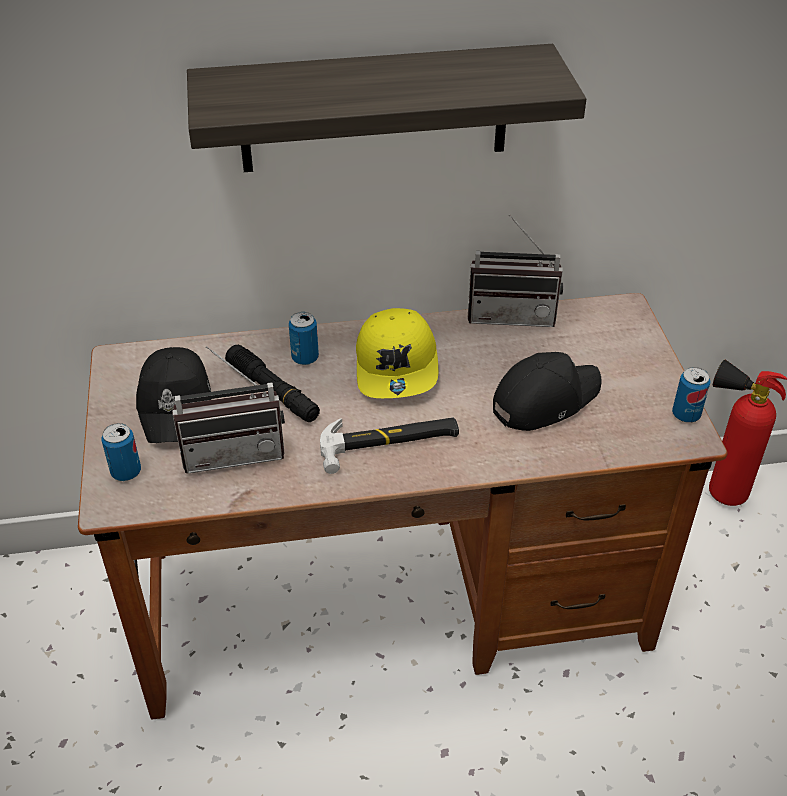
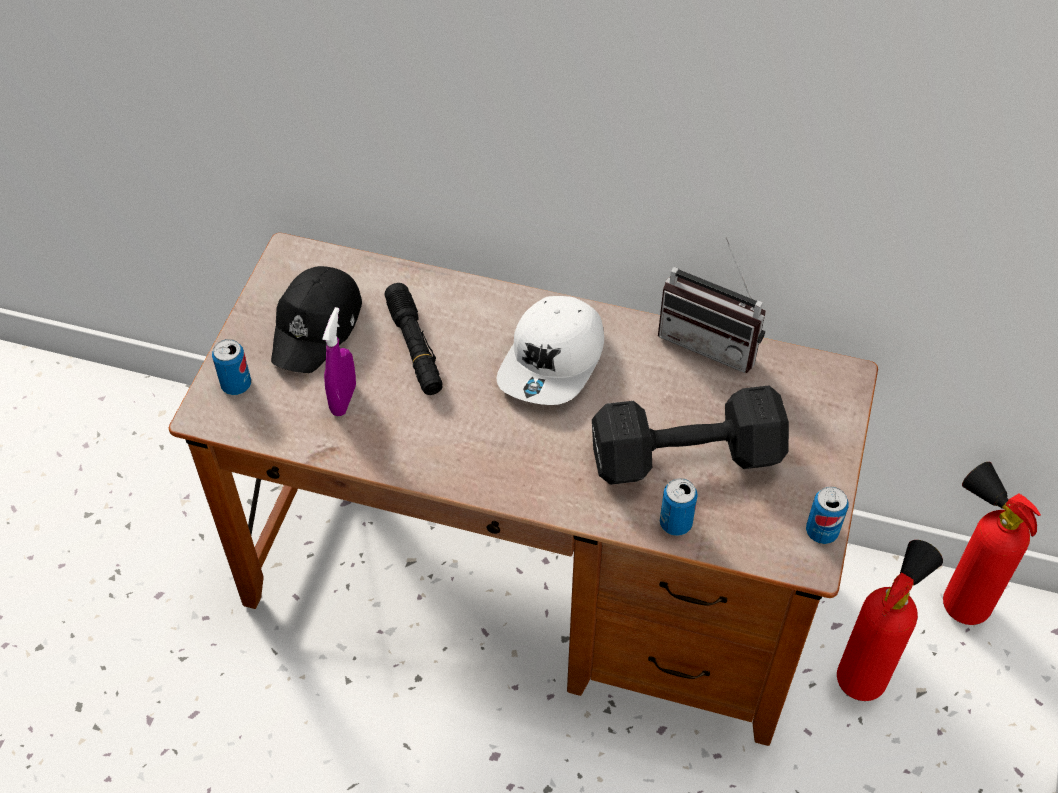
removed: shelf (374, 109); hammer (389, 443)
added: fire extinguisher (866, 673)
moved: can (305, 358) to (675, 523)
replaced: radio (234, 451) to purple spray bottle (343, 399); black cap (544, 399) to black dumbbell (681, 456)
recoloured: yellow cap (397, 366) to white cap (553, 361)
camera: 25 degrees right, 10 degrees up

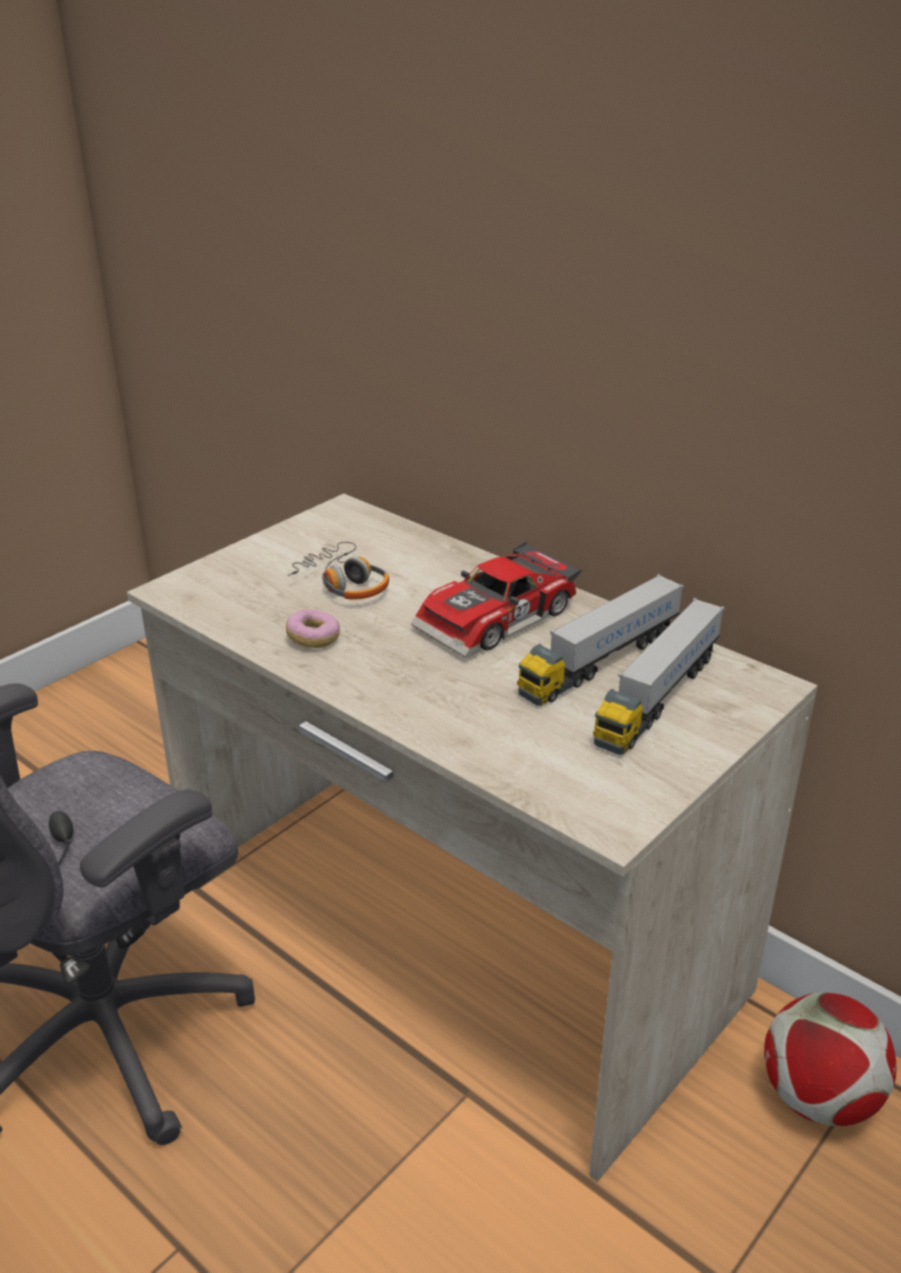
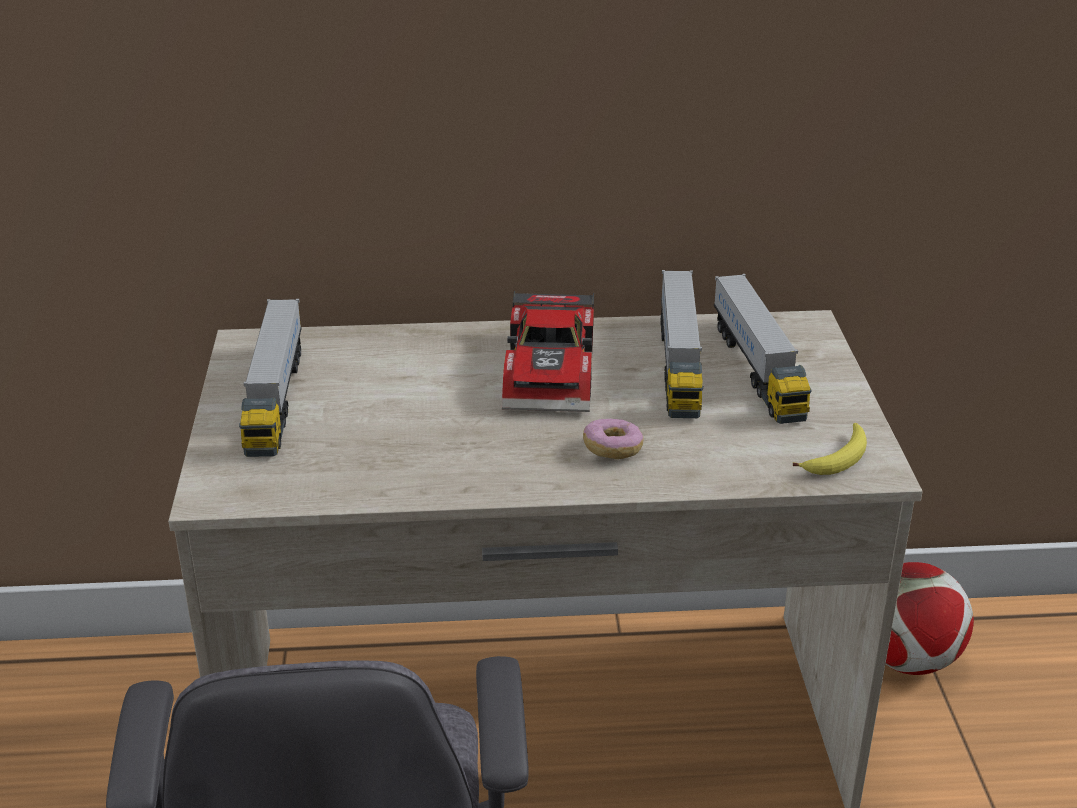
removed: headphones (344, 583)
added: toy truck (275, 398); banana (837, 459)
moved: donut (313, 639) to (612, 450)
camera: 45 degrees left, 0 degrees up

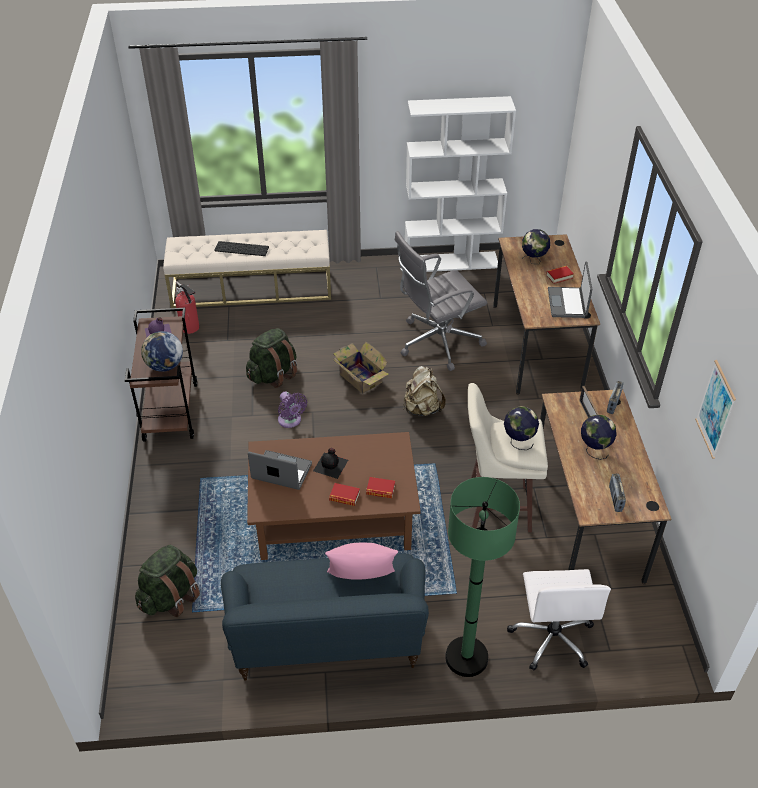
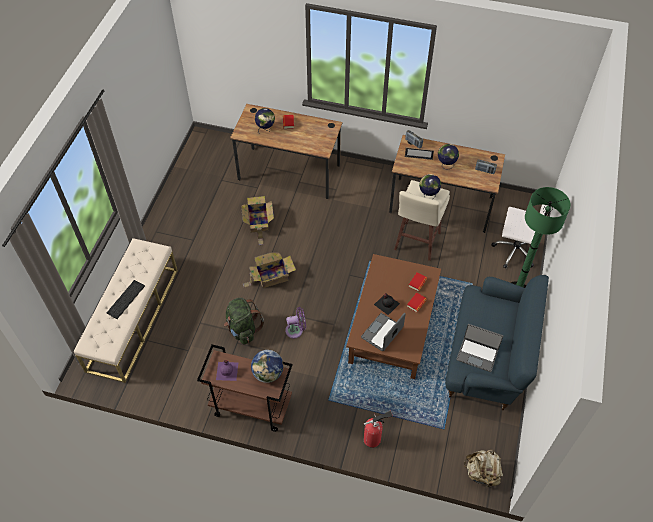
removed: white bookcase (451, 262); picture (715, 409); pink pillow (361, 581); green backpack (170, 597)
moved: laptop (568, 303) to (477, 354); fire extinguisher (191, 328) to (374, 438); beige backpack (422, 408) to (482, 473)
replaced: grey office chair (437, 342) to cardboard box (258, 222)
camera: 70 degrees left, 10 degrees up

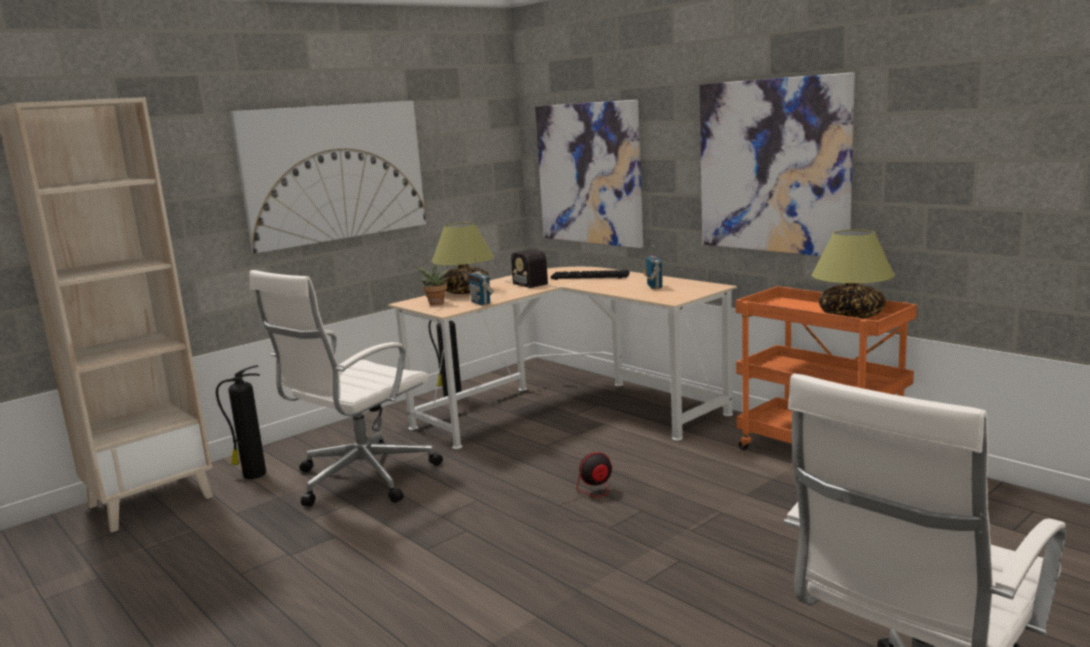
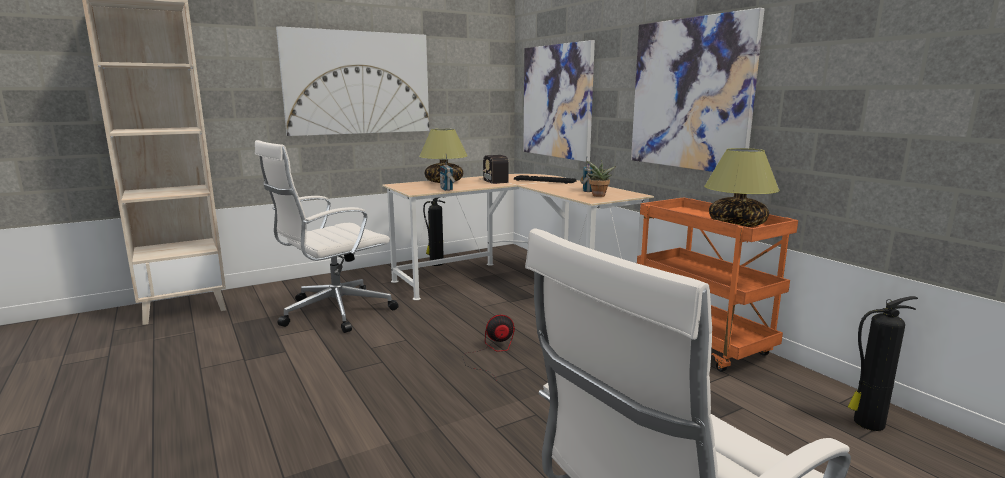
moved: potted plant (436, 304) to (598, 196); fire extinguisher (253, 475) to (867, 423)
camera: 10 degrees right, 0 degrees up

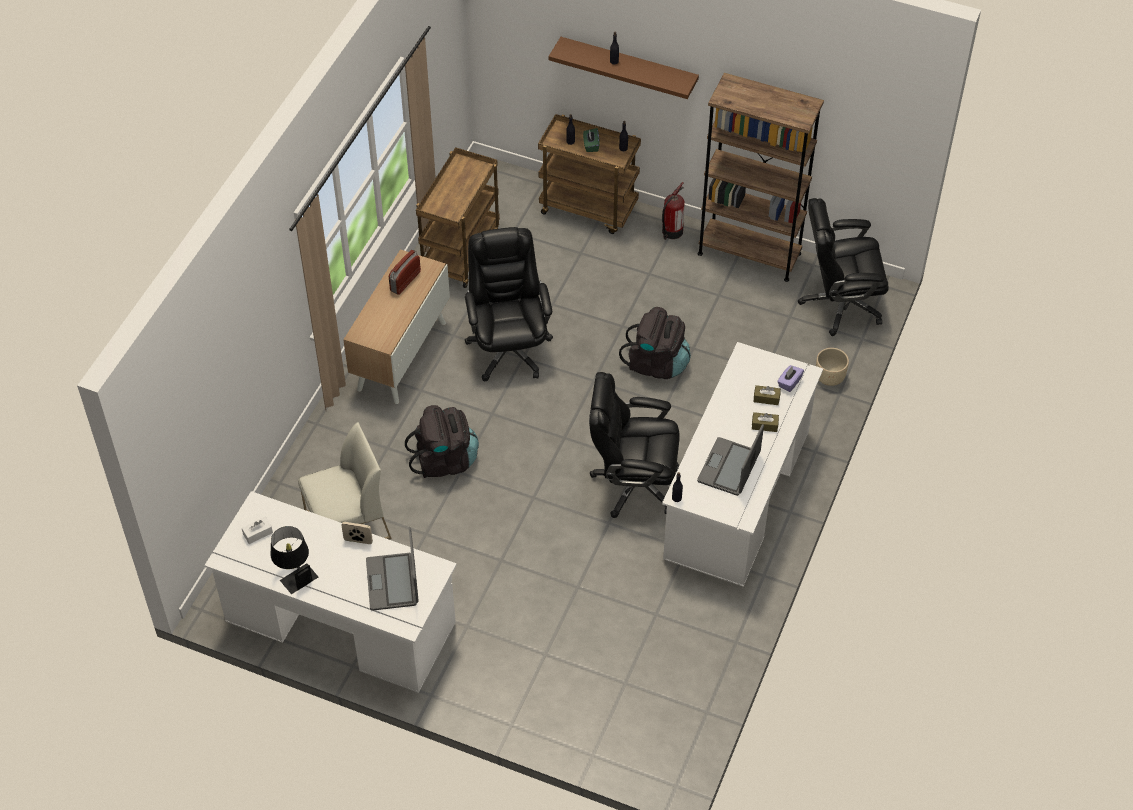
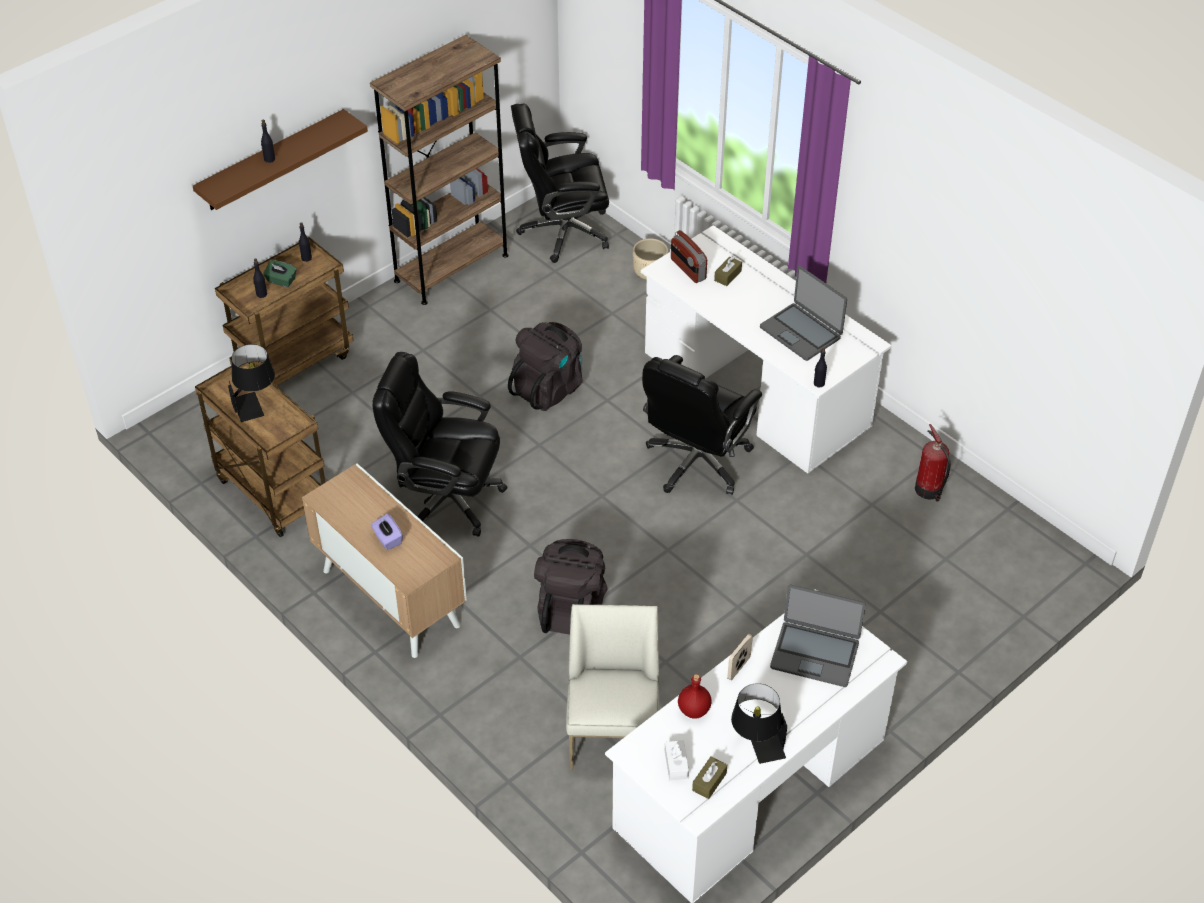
added: black table lamp (256, 404); red bottle (694, 710)
moved: fire extinguisher (671, 232) to (929, 490); radio (405, 281) to (687, 269); purple tissue box (789, 383) to (387, 539); brown tissue box (764, 425) to (709, 782)
turned: black office chair (839, 304) = (563, 232) 60 degrees clockwise
camera: 65 degrees left, 5 degrees down

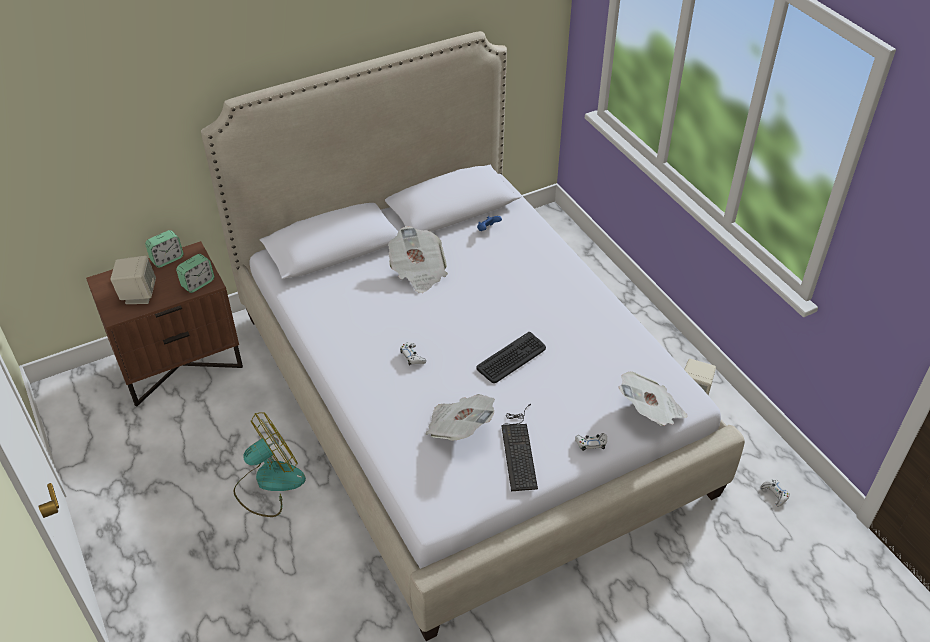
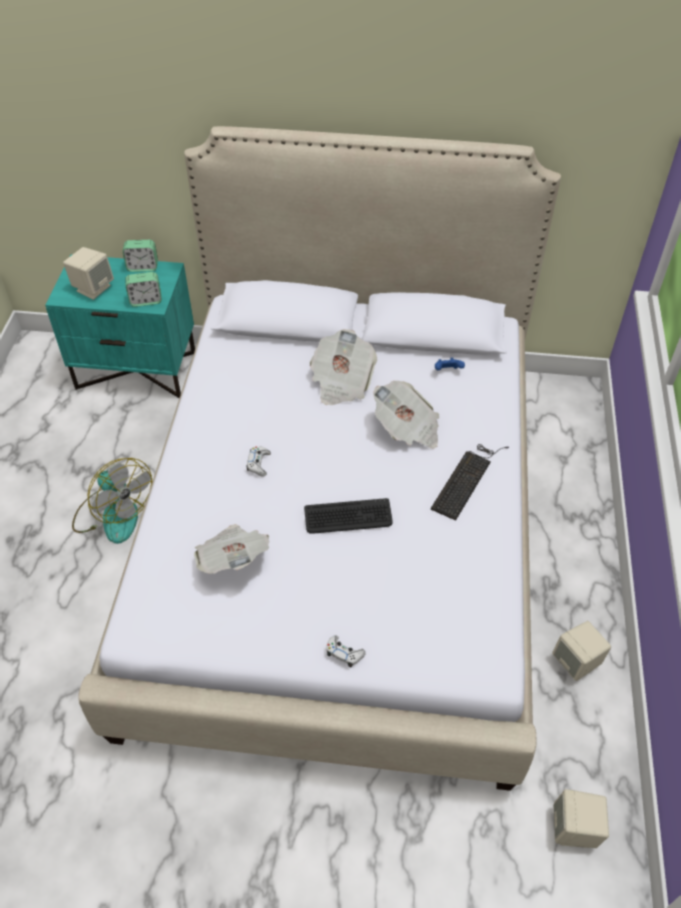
moved: newspaper (650, 412) to (407, 428); keyboard (519, 448) to (467, 478)
replaced: white game controller (774, 494) to beige speaker (574, 829)
recoloured: brown nightstand (180, 363) to turquoise nightstand (137, 369)
turned: fan (269, 483) = (113, 514) 45 degrees clockwise
camera: 35 degrees right, 5 degrees up

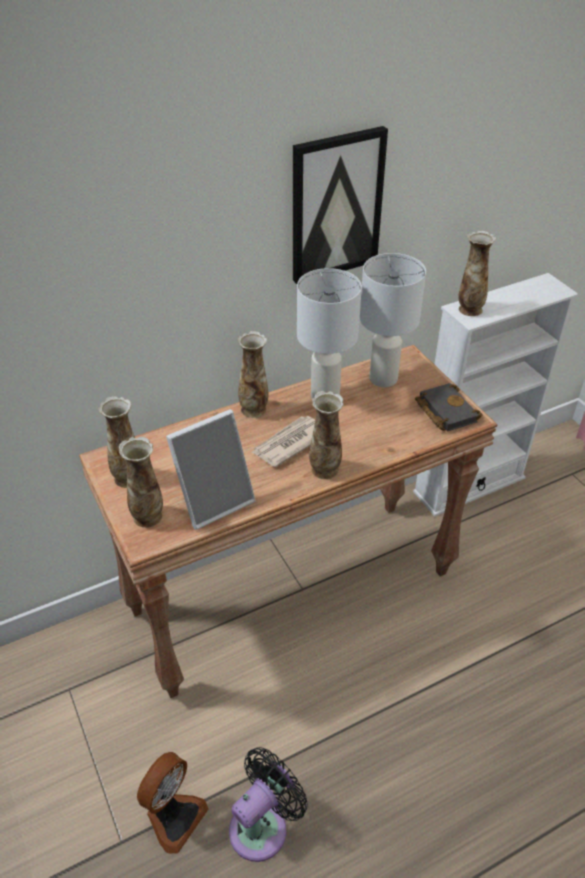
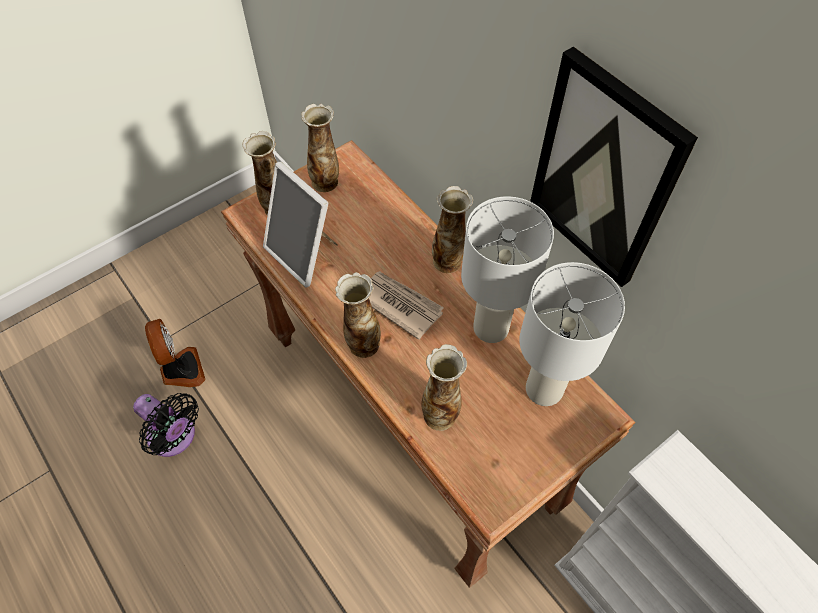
removed: black book (444, 411)
moved: vase (469, 309) to (440, 414)
turned: fan (173, 817) = (181, 370) 135 degrees counterclockwise
camera: 80 degrees right, 15 degrees up

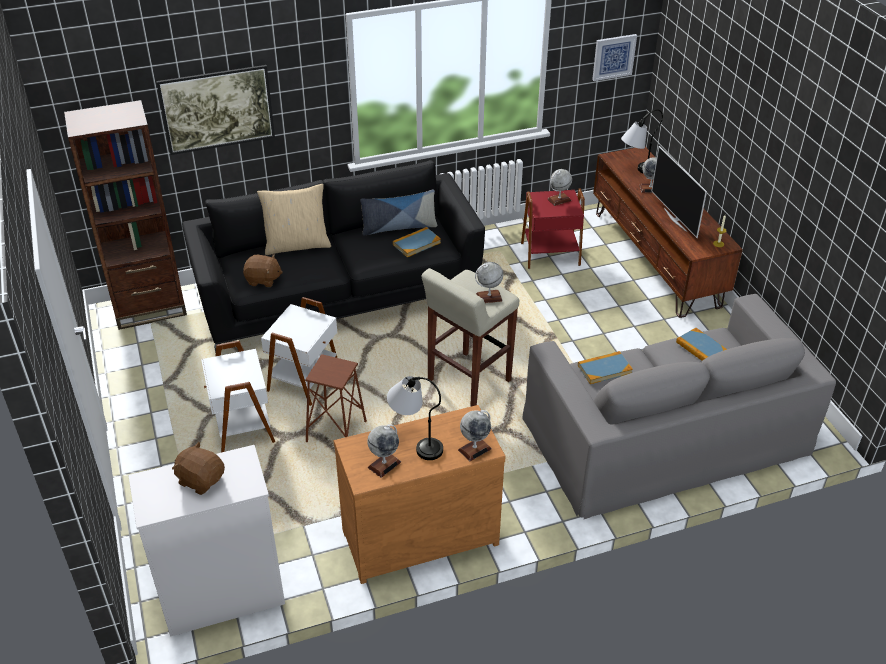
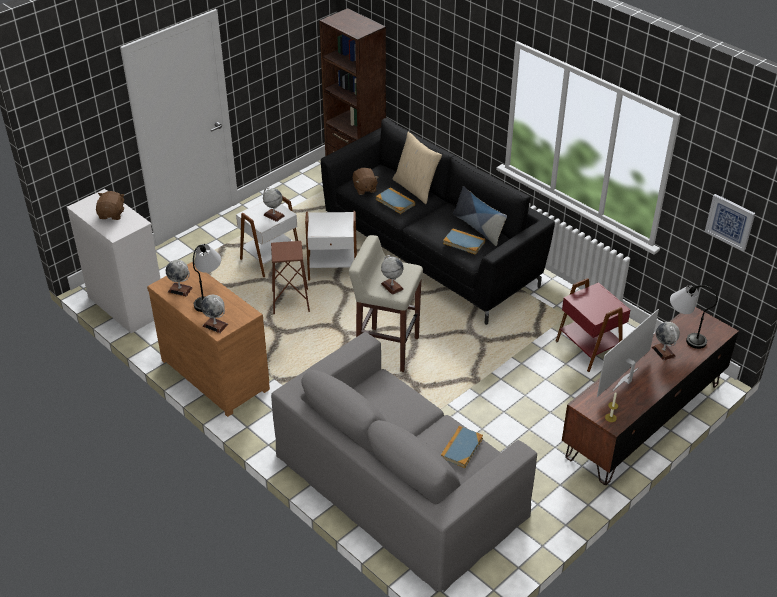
removed: picture (220, 127)
moved: globe (559, 200) to (274, 215); book (604, 369) to (395, 202)
camera: 65 degrees right, 0 degrees up

